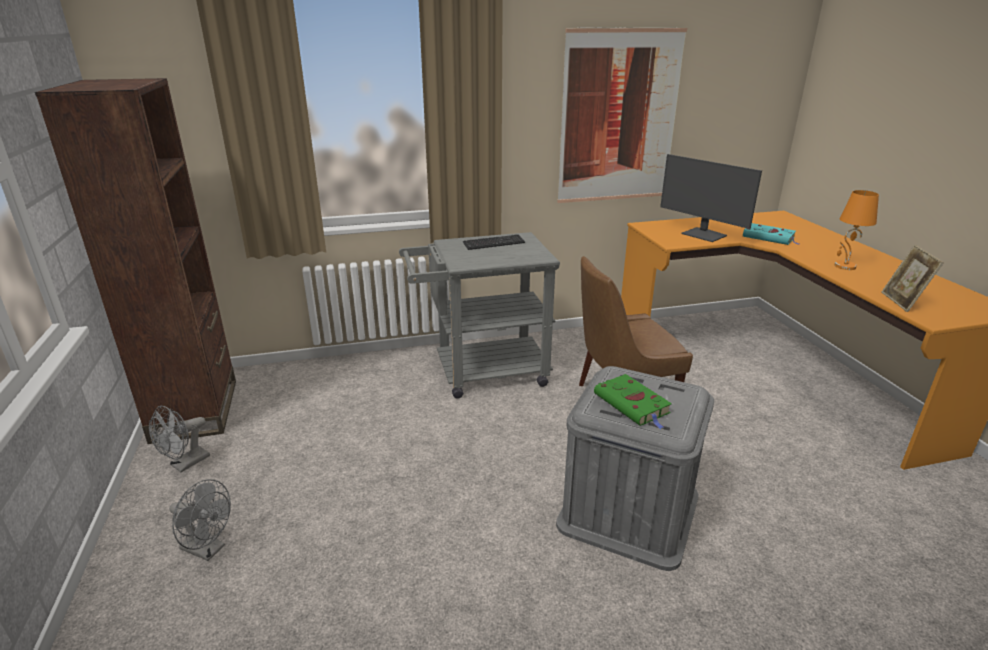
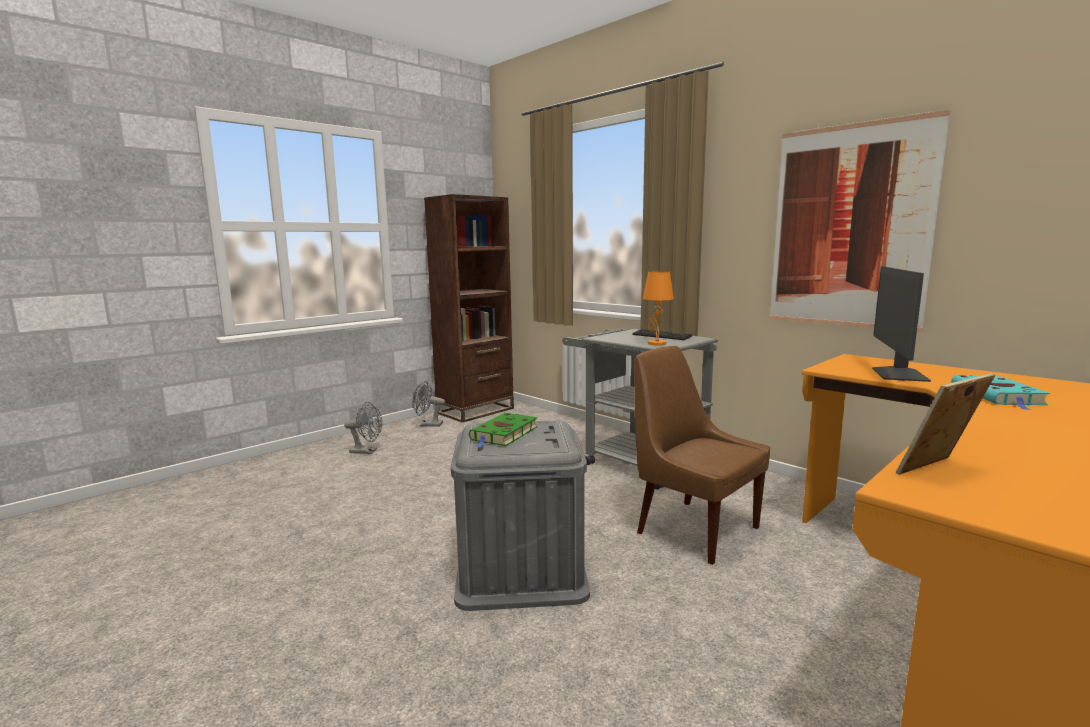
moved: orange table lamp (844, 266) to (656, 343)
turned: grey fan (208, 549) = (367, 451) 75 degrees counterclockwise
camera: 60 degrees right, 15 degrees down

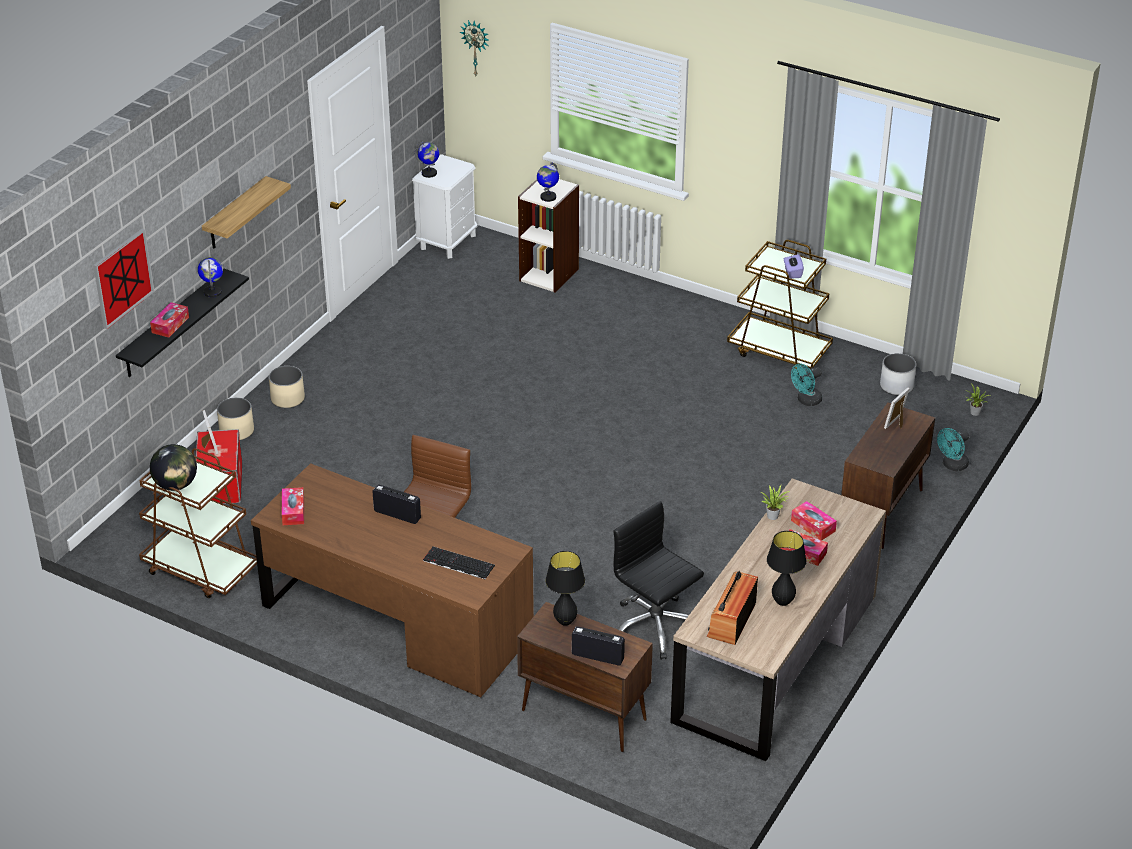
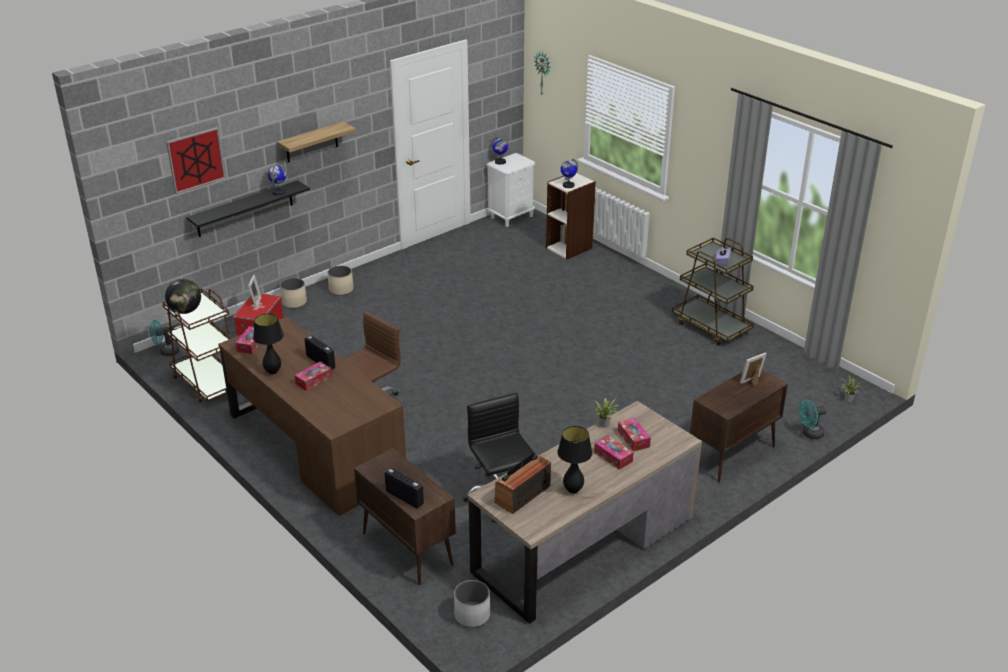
removed: keyboard (457, 563)
moved: tissue box (170, 325) to (313, 380); white planter (897, 386) to (472, 615); turquoise fan (806, 401) to (166, 352); black table lamp (565, 622) to (273, 372)
camera: 20 degrees right, 5 degrees down

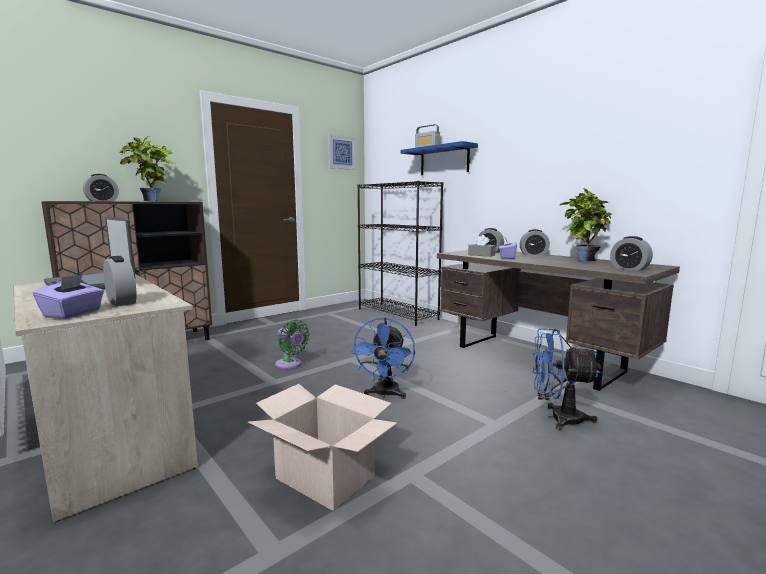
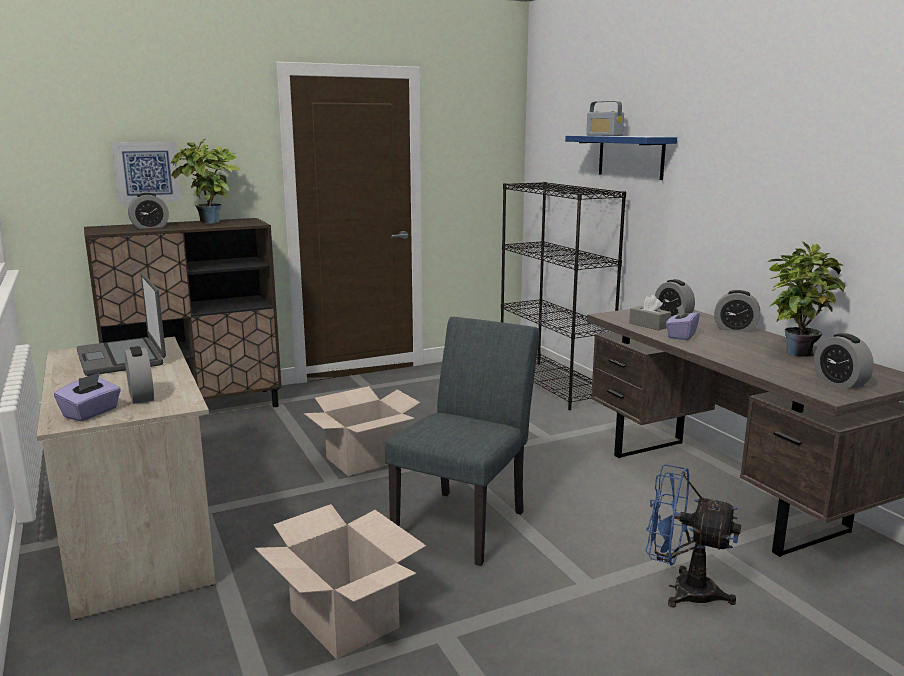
moved: picture (341, 152) to (147, 172)
replaced: blue fan (385, 394) to grey chair (465, 521); green fan (290, 365) to cardboard box (364, 459)
camera: 15 degrees right, 5 degrees up

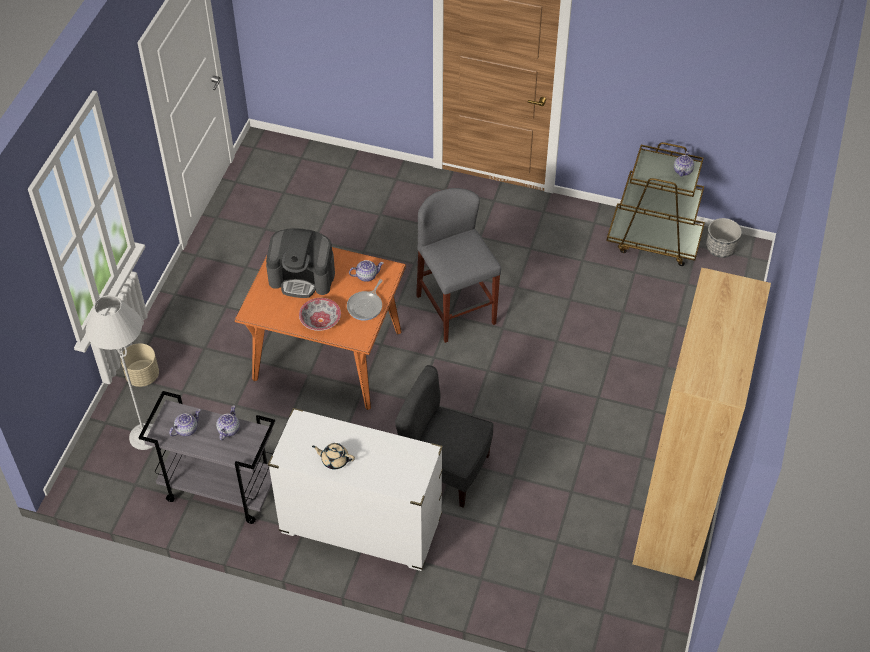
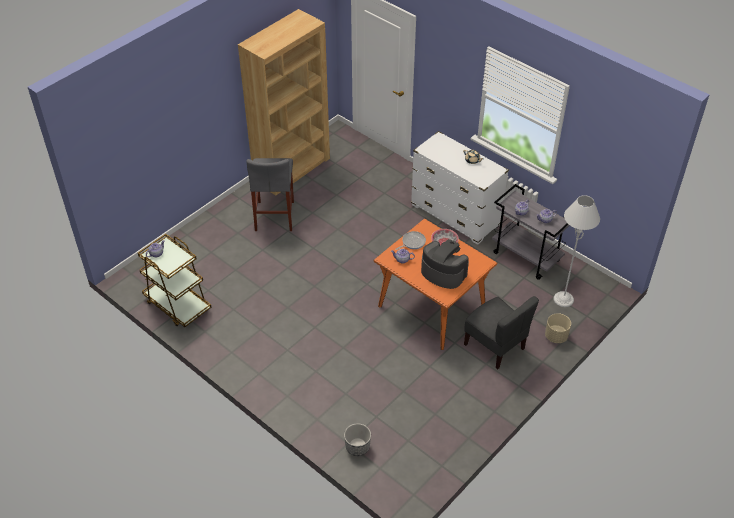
moved: grey stool (456, 309) to (274, 216); planter (720, 248) to (357, 447); grey chair (445, 470) to (495, 346)
camera: 155 degrees left, 5 degrees down

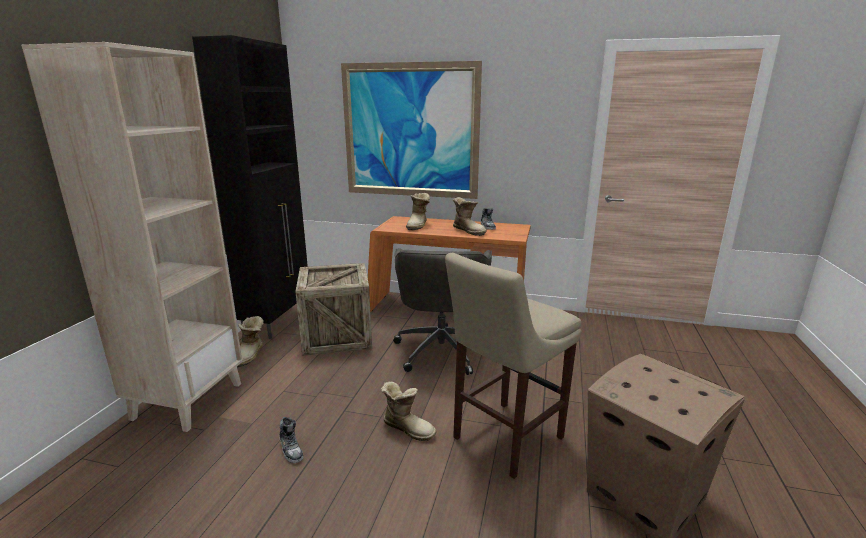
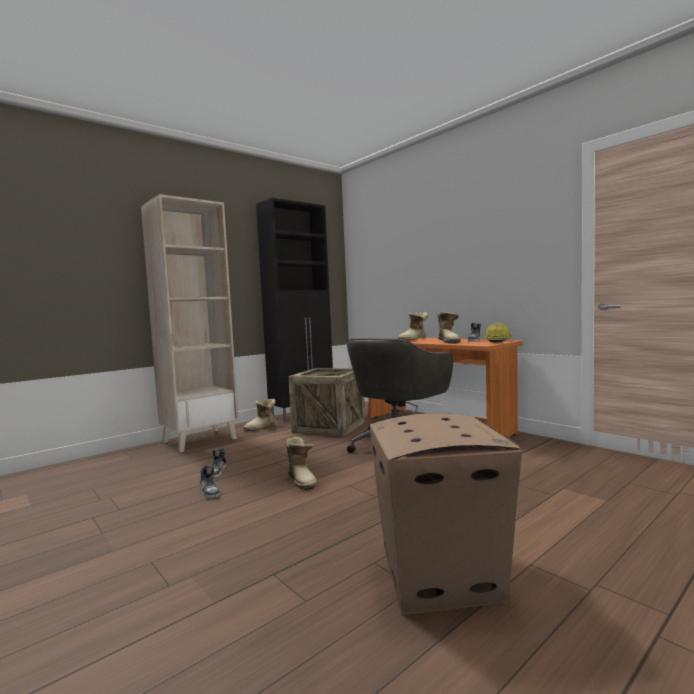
removed: picture (410, 131); beige stool (504, 439)
added: hard hat (498, 341); shoe (209, 491)
camera: 35 degrees right, 15 degrees down

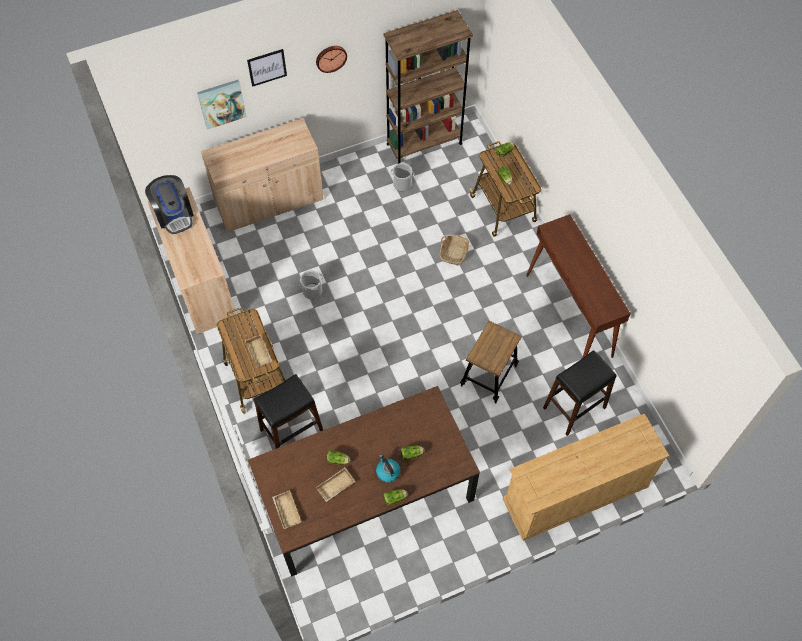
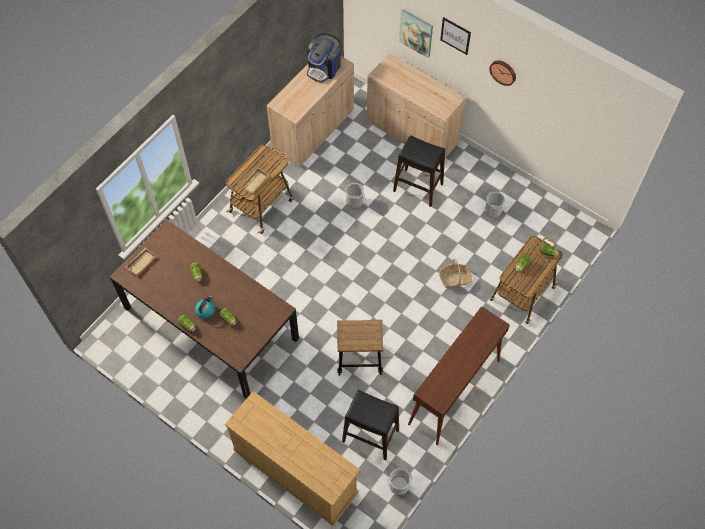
removed: brown bookcase (424, 143); beige tray (336, 487)
added: bucket (399, 485)
moved: black stool (292, 430) to (418, 187)
camera: 60 degrees right, 0 degrees up

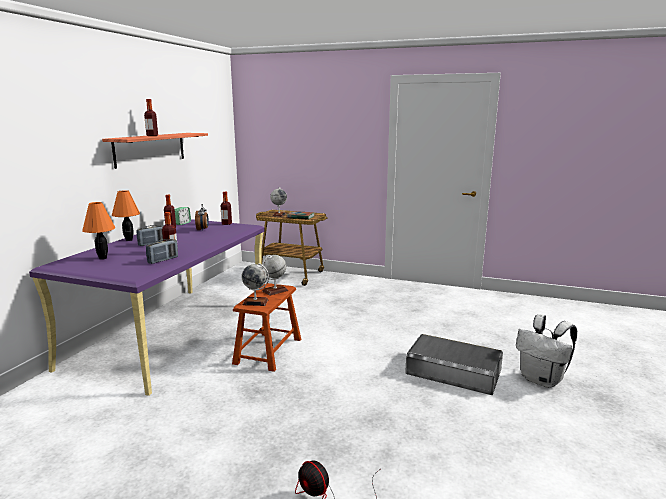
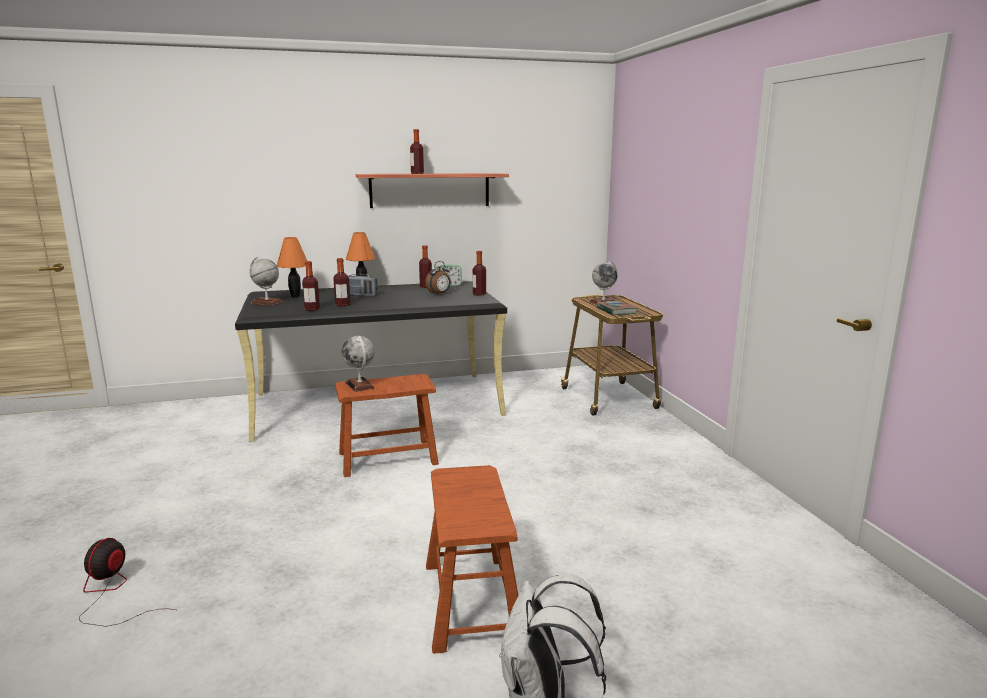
moved: globe (275, 291) to (267, 303)
replaced: radio (163, 260) to bottle (312, 309); grey storage box (453, 371) to brown stool (472, 601)
recoloured: purple desk (174, 332) to black desk (378, 404)
camera: 55 degrees right, 0 degrees up

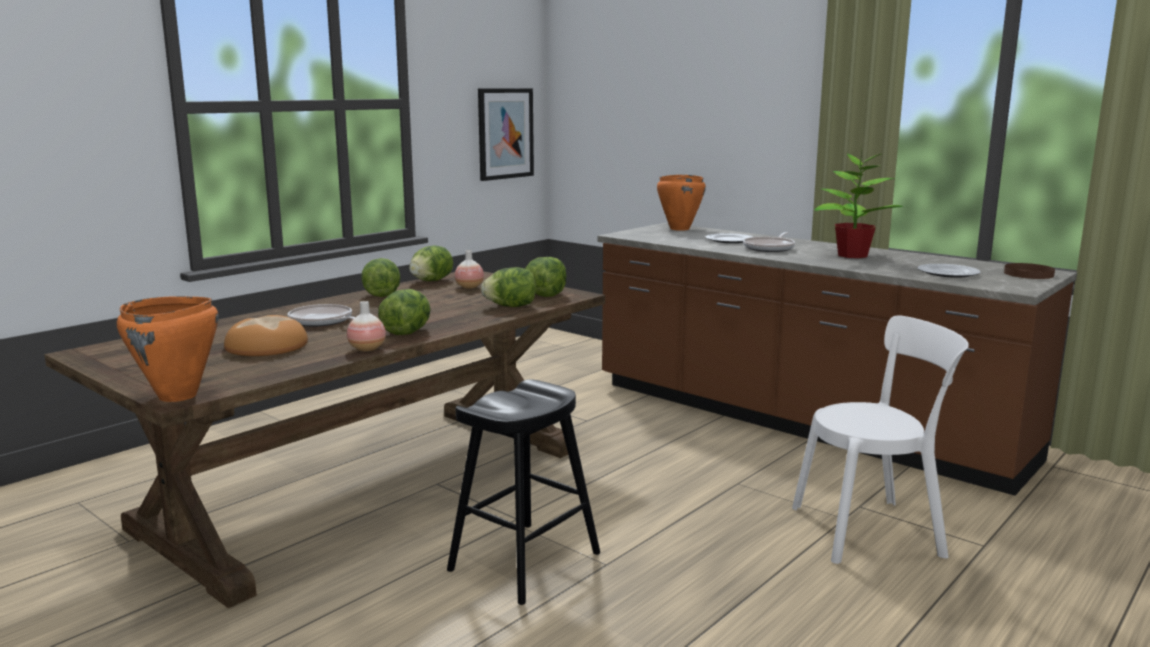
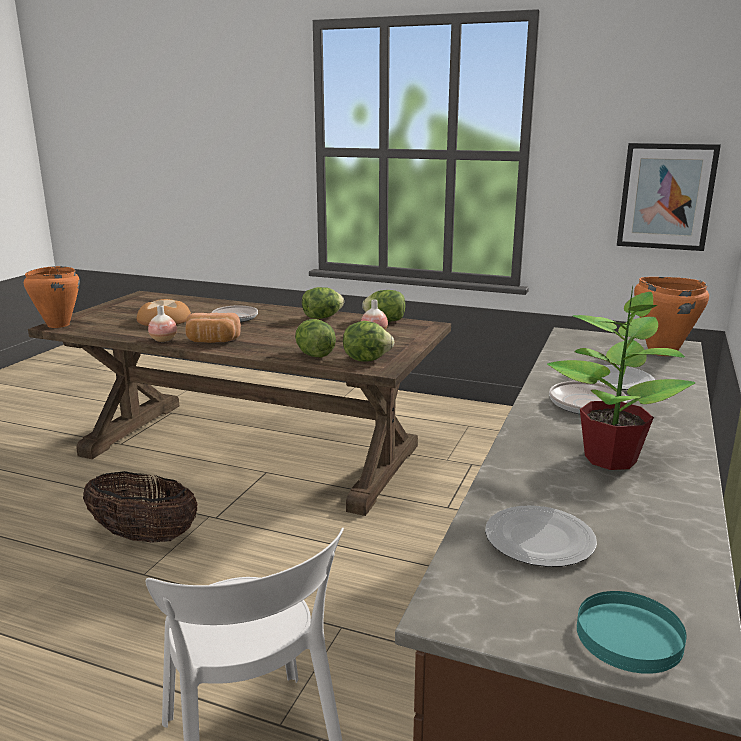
replaced: lettuce (407, 332) to bread (212, 341); black stool (525, 561) to basket (144, 536)
recoloured: brown plate (1028, 274) to turquoise plate (628, 635)
camera: 70 degrees right, 5 degrees up

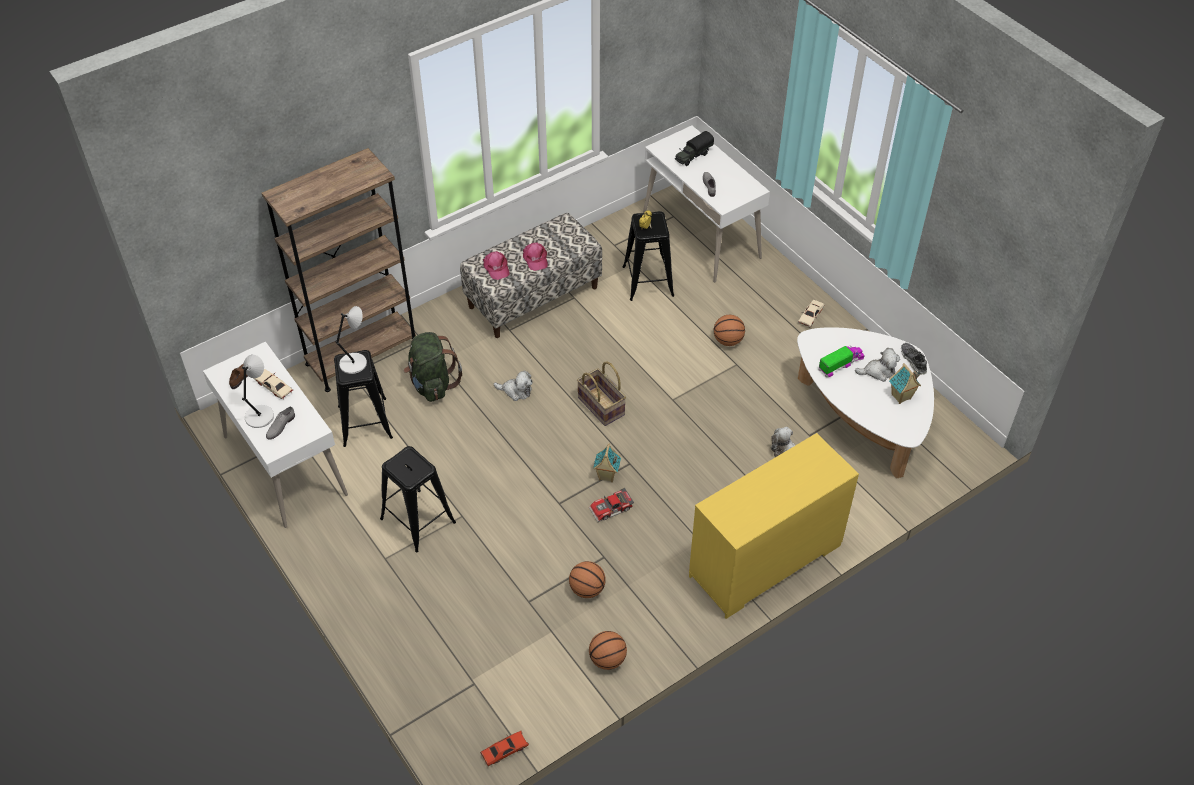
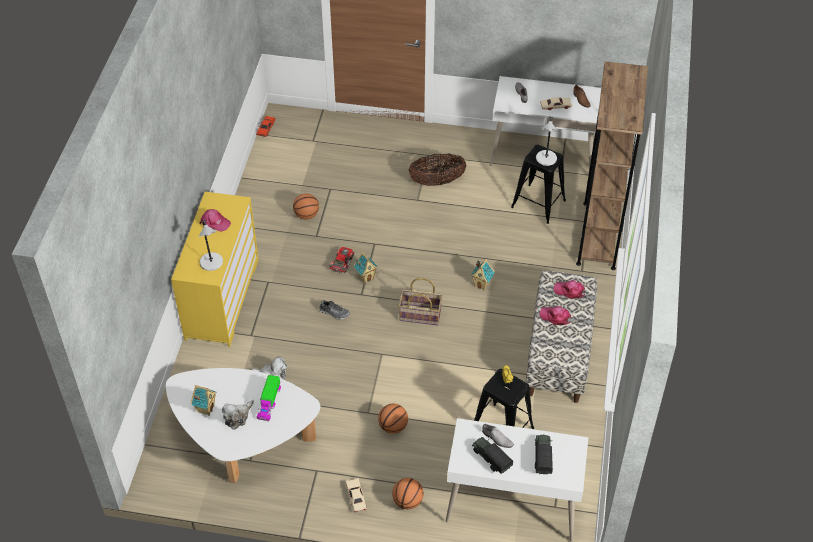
removed: green backpack (432, 384)
added: pink cap (215, 222); toy truck (491, 459)
moved: shoe (913, 361) to (334, 313); grey table lamp (260, 415) to (212, 263); basketball (607, 659) to (407, 501)
replaced: plush toy (516, 391) to toy house (482, 284); black stool (417, 520) to basket (437, 181)
camera: 135 degrees right, 0 degrees up

